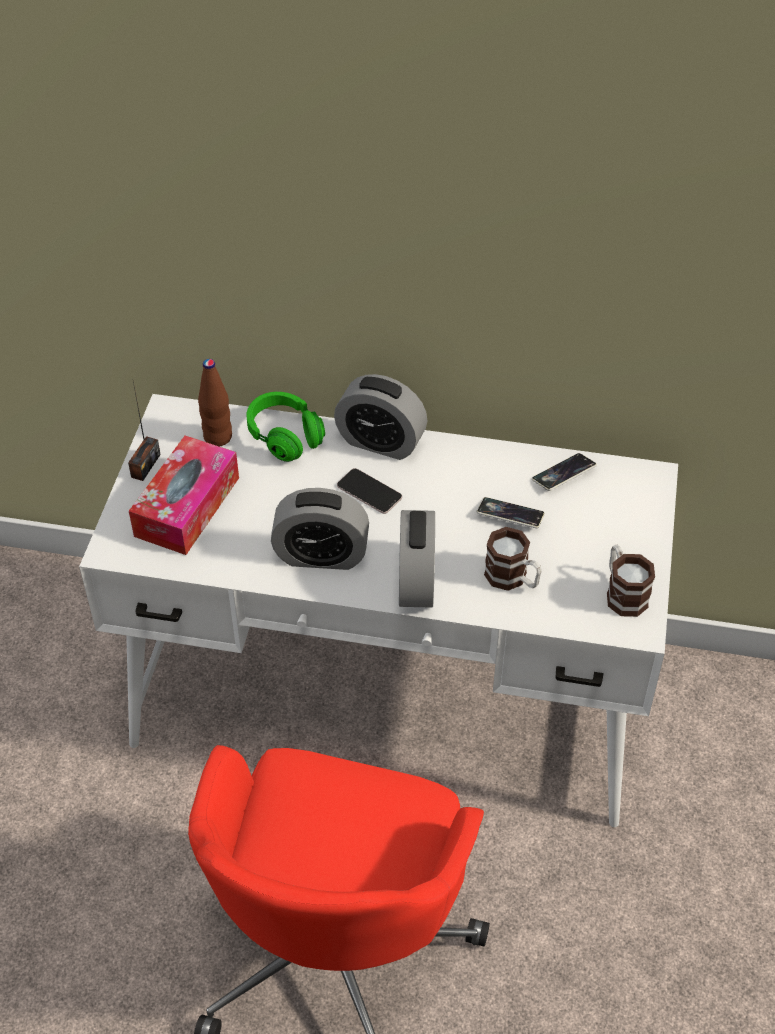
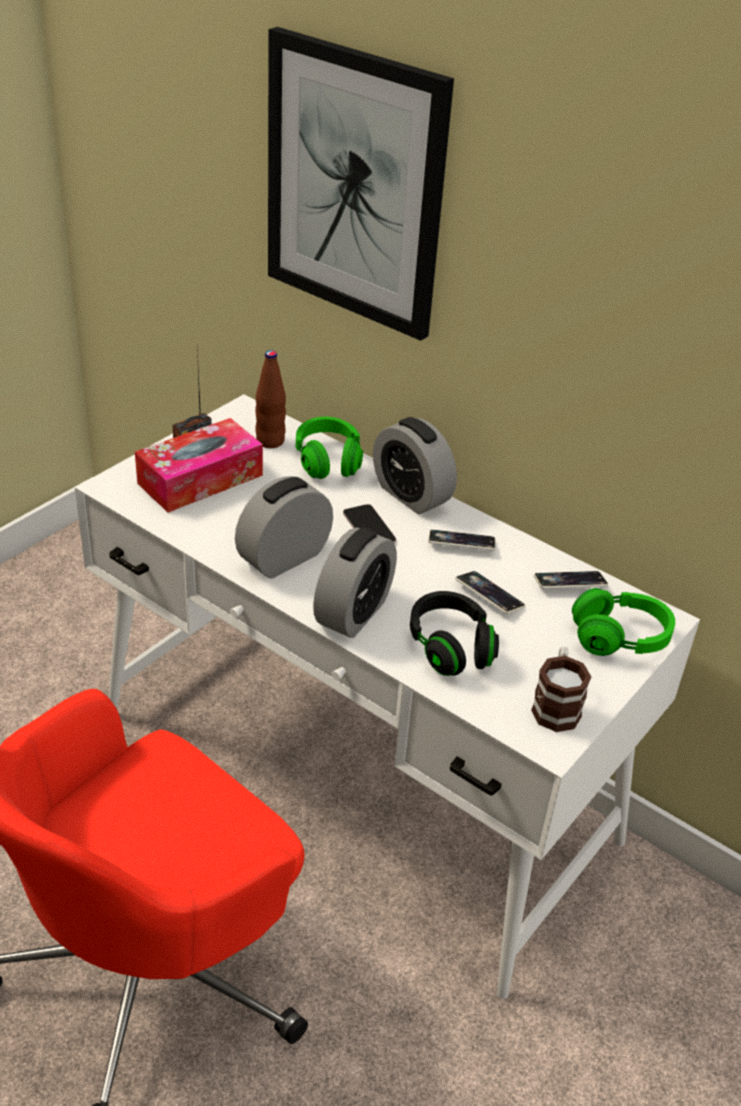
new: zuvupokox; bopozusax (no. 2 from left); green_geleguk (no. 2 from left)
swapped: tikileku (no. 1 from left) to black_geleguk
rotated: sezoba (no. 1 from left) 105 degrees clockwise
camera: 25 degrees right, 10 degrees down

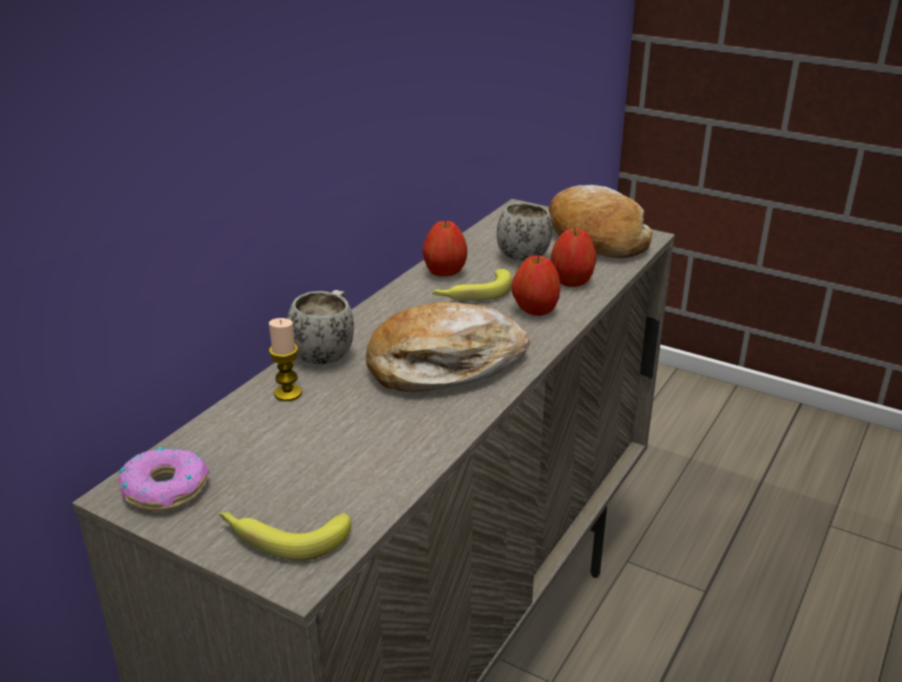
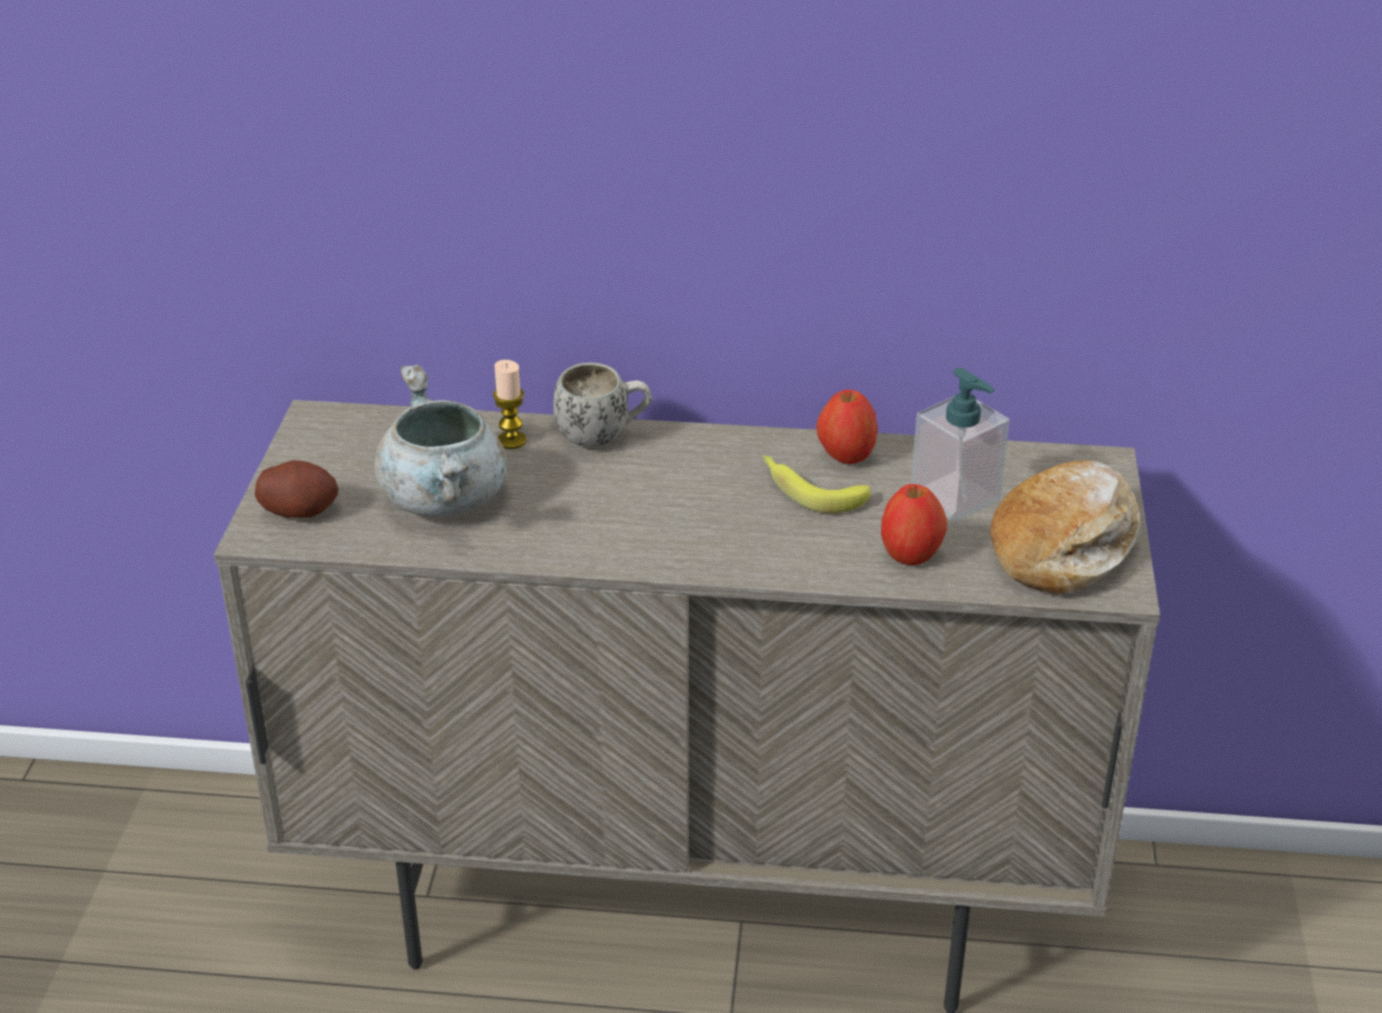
gone: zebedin; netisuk (no. 1 from left); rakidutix (no. 2 from left)
new: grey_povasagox
swapped: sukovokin (no. 1 from left) to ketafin; white_tikileku (no. 2 from left) to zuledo
camera: 65 degrees right, 5 degrees up

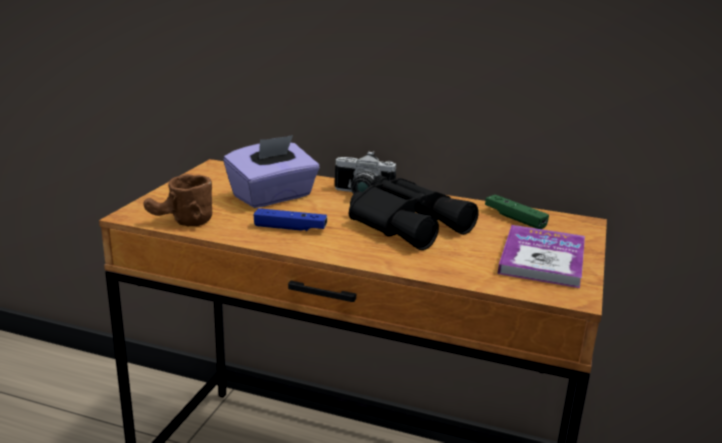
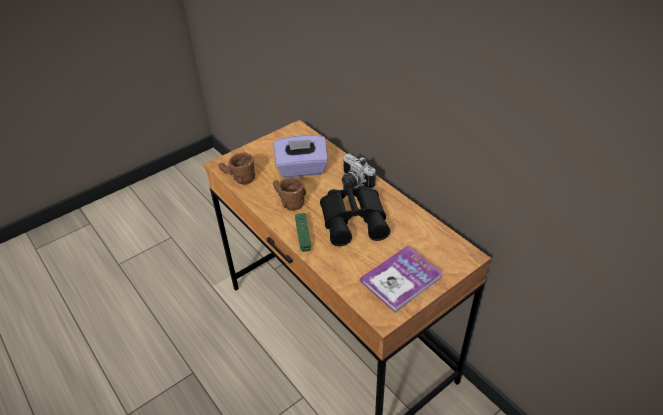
shifted: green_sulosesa
swapped: blue_sulosesa to brown_tikileku (no. 2 from left)
camera: 35 degrees right, 20 degrees up

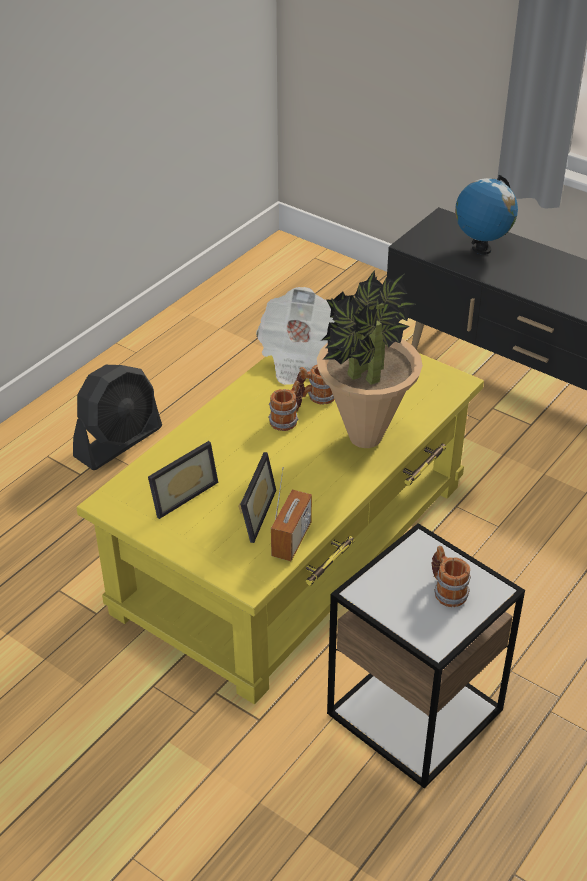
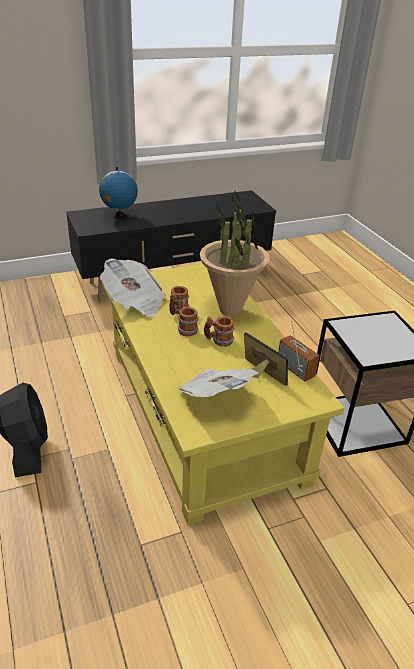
shifted: tikileku (no. 3 from left)
swapped: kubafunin (no. 1 from left) to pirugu (no. 2 from left)
camera: 60 degrees left, 5 degrees down

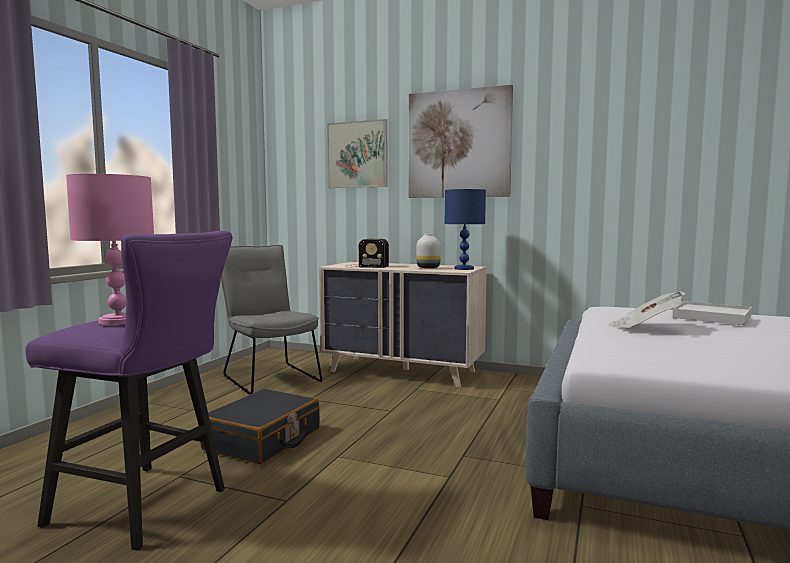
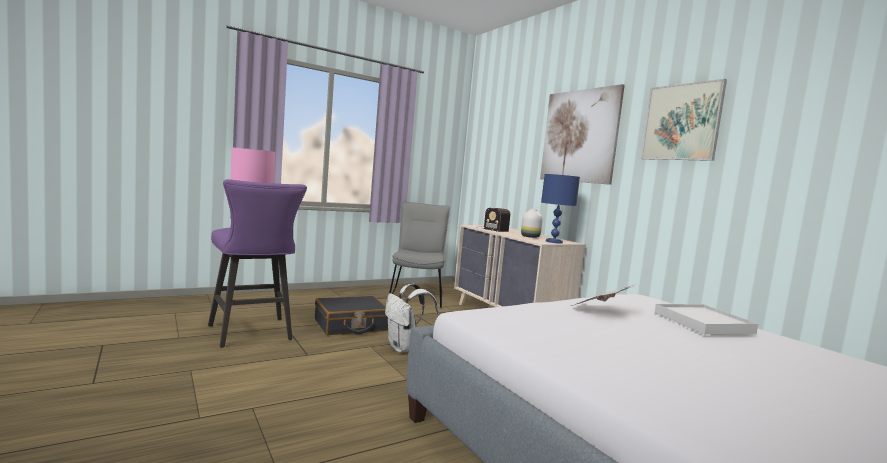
new: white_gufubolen
shifted: zuvupokox (no. 1 from left in the first image) to zuvupokox (no. 2 from left)
camera: 35 degrees right, 0 degrees up

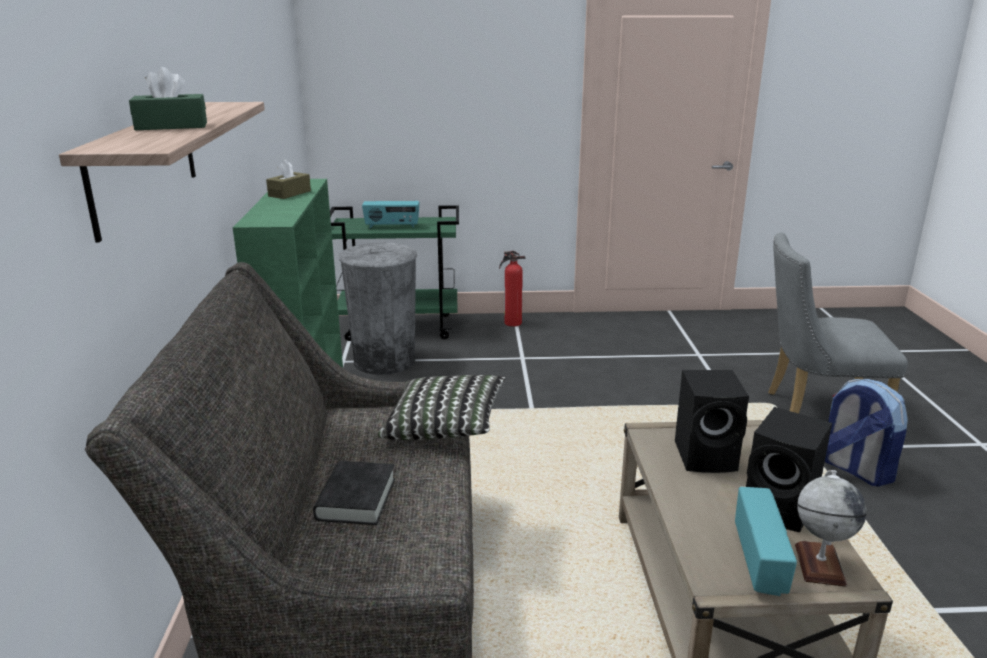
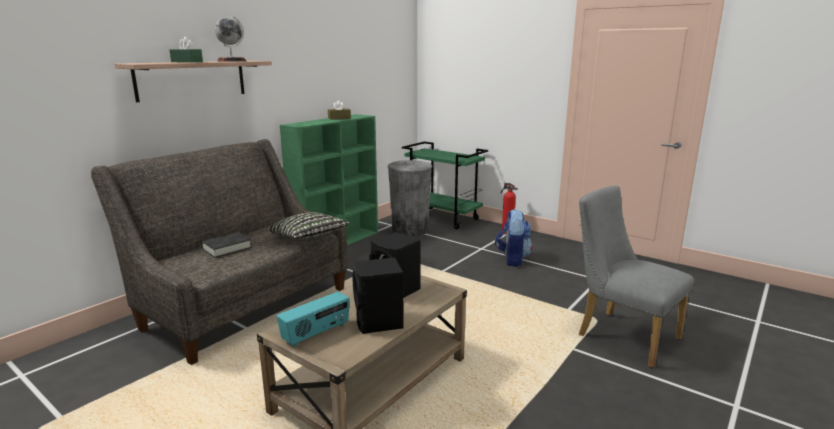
gone: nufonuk (no. 1 from left)
shifted: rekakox; gufubolen
camera: 40 degrees right, 5 degrees down

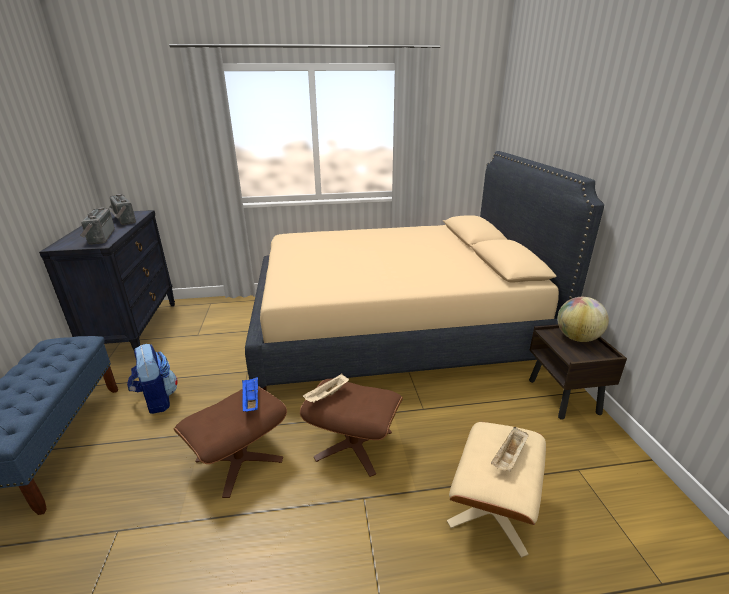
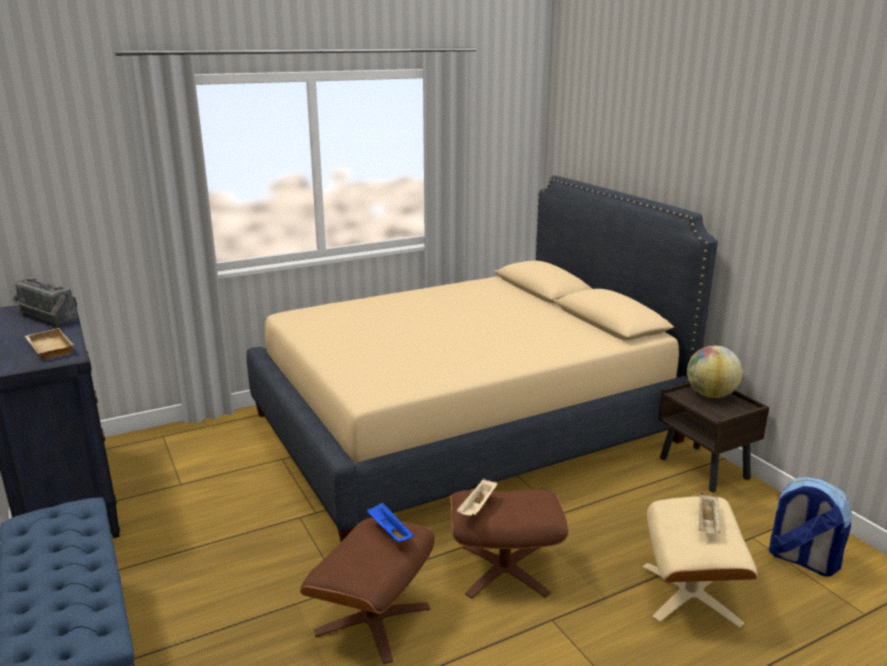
shifted: gufubolen
swapped: nufonuk (no. 1 from left) to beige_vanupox (no. 1 from left)
camera: 20 degrees left, 5 degrees down

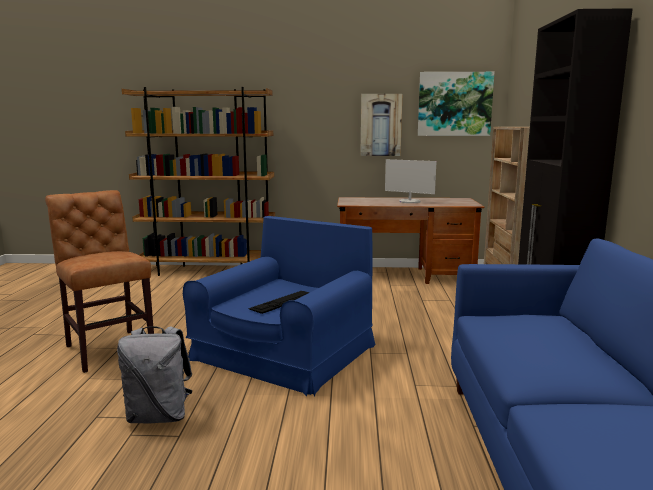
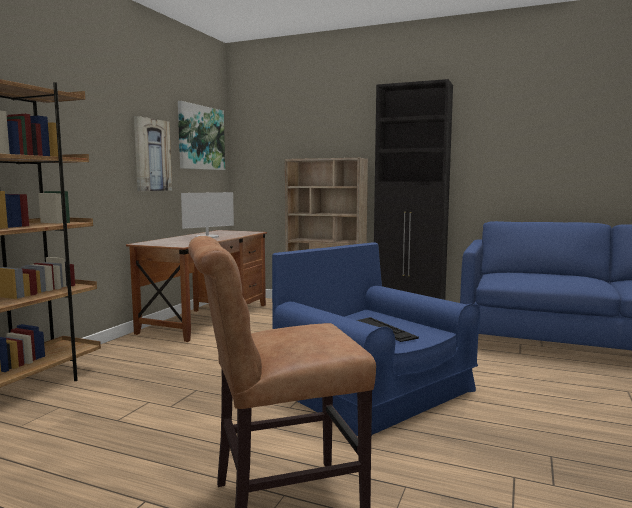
gone: grey_gufubolen
camera: 70 degrees left, 5 degrees down

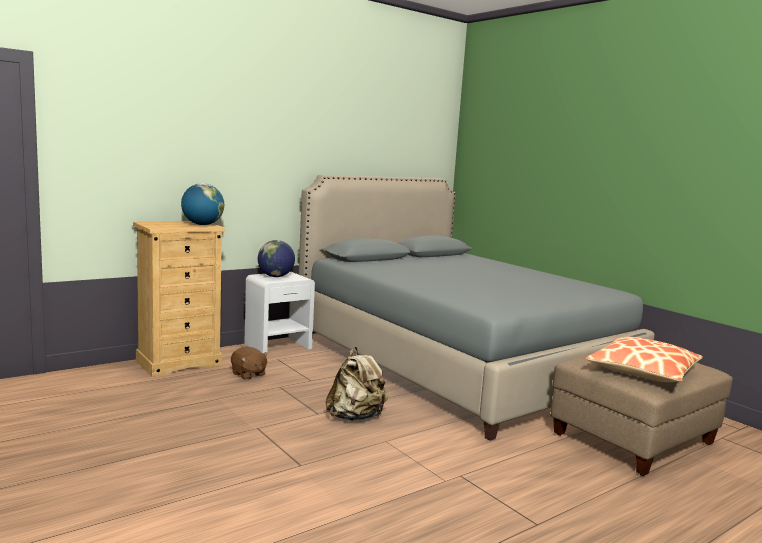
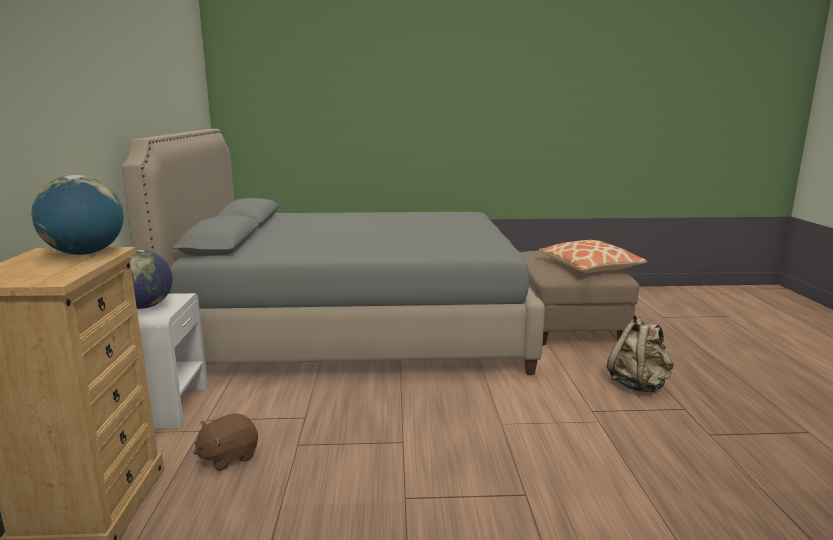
shifted: beige_gufubolen
rotated: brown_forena 150 degrees clockwise
camera: 55 degrees left, 5 degrees up

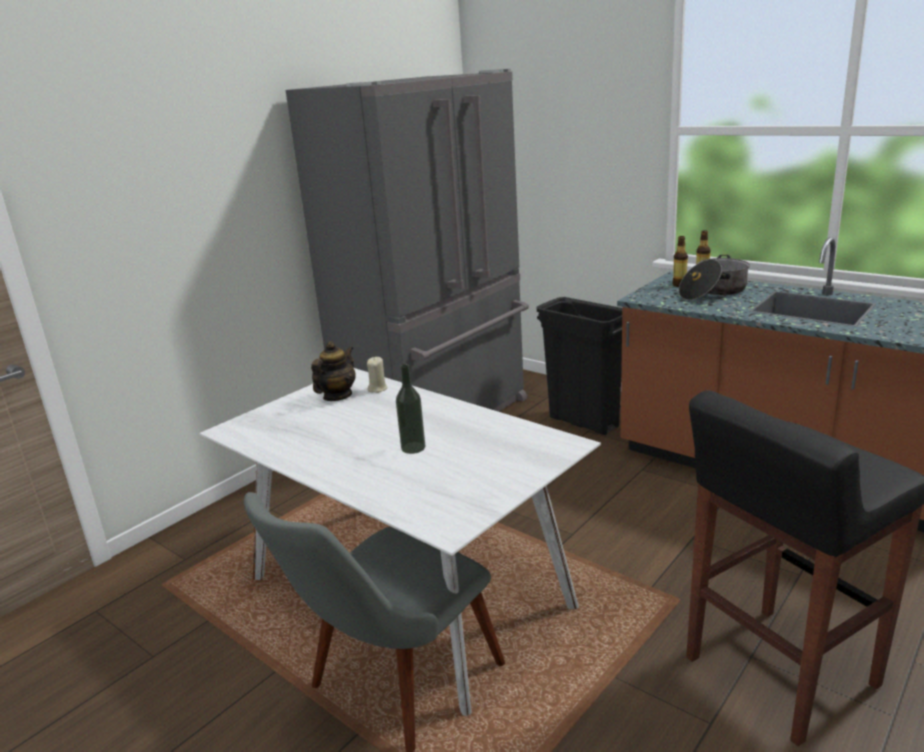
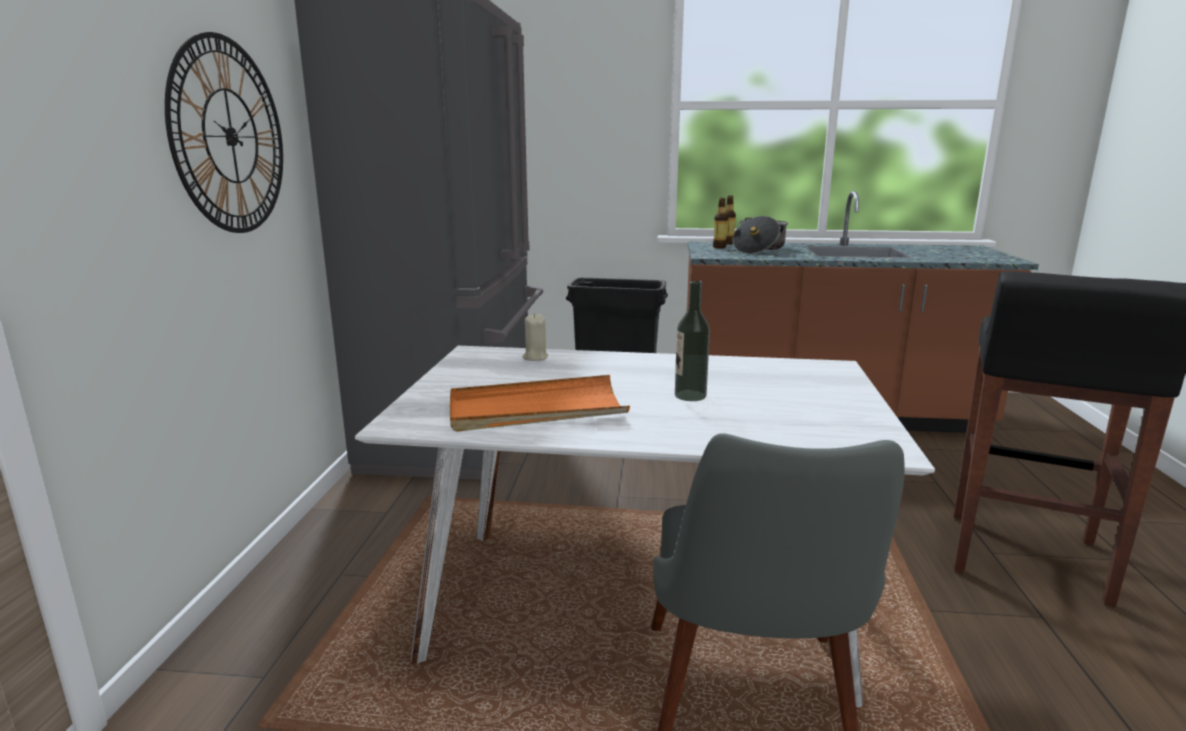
gone: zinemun
new: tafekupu; orange_vanupox
camera: 35 degrees left, 5 degrees down

